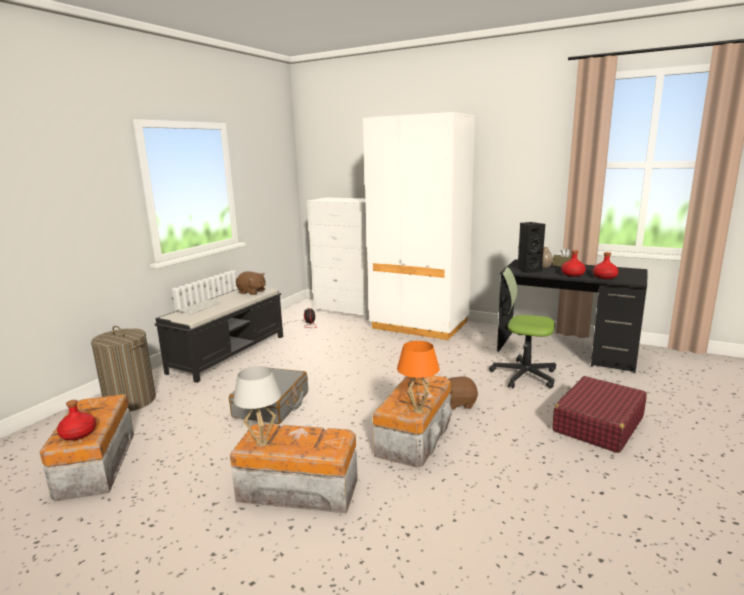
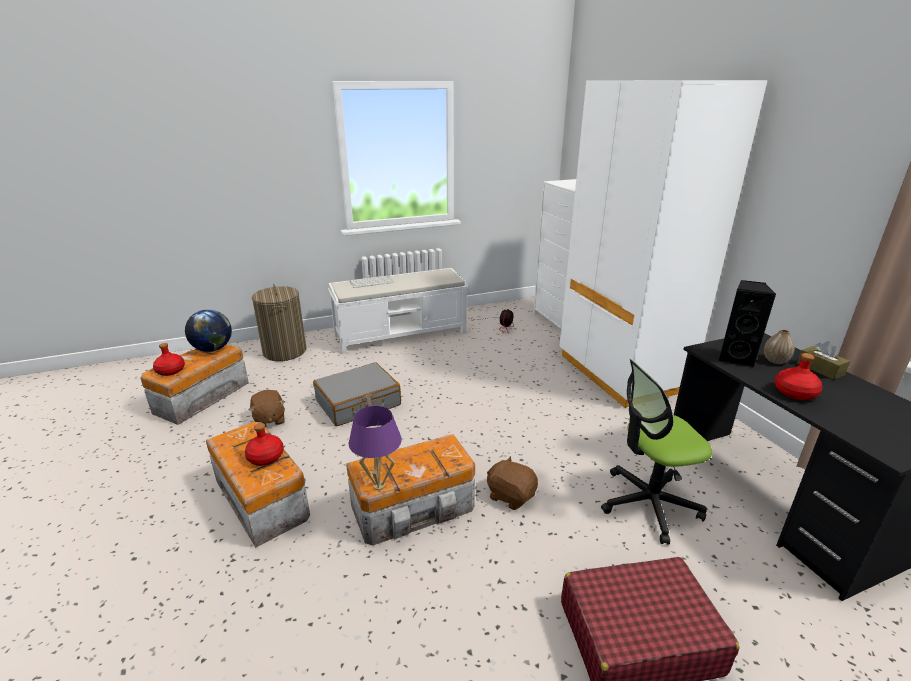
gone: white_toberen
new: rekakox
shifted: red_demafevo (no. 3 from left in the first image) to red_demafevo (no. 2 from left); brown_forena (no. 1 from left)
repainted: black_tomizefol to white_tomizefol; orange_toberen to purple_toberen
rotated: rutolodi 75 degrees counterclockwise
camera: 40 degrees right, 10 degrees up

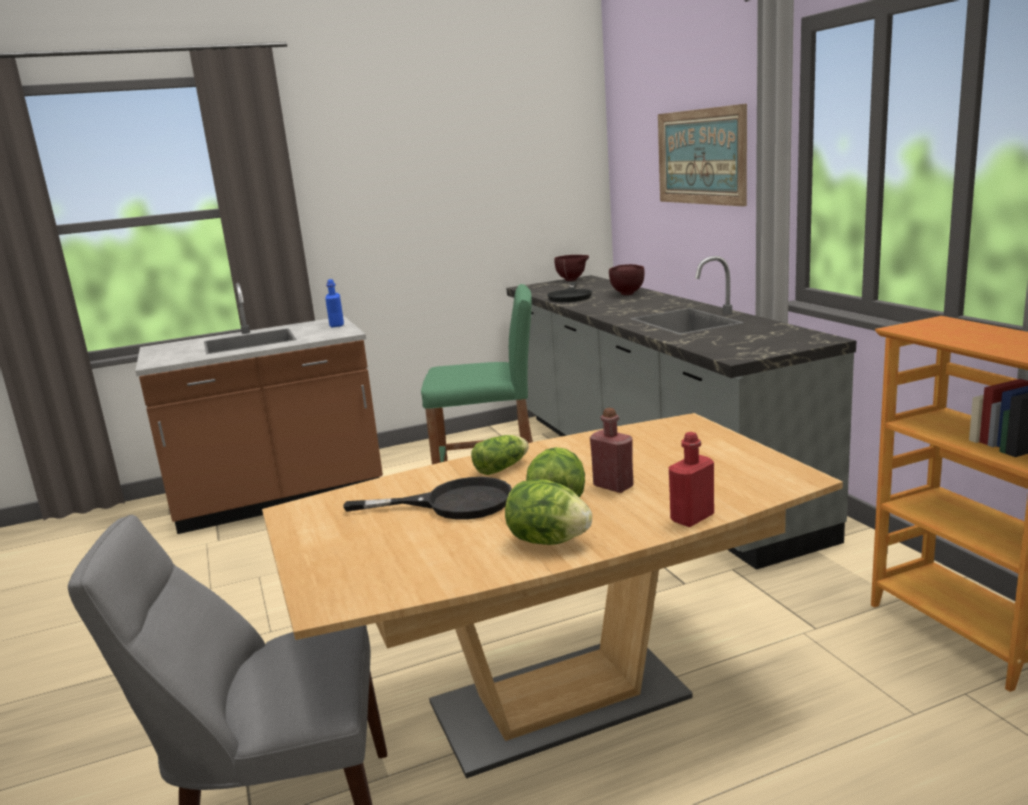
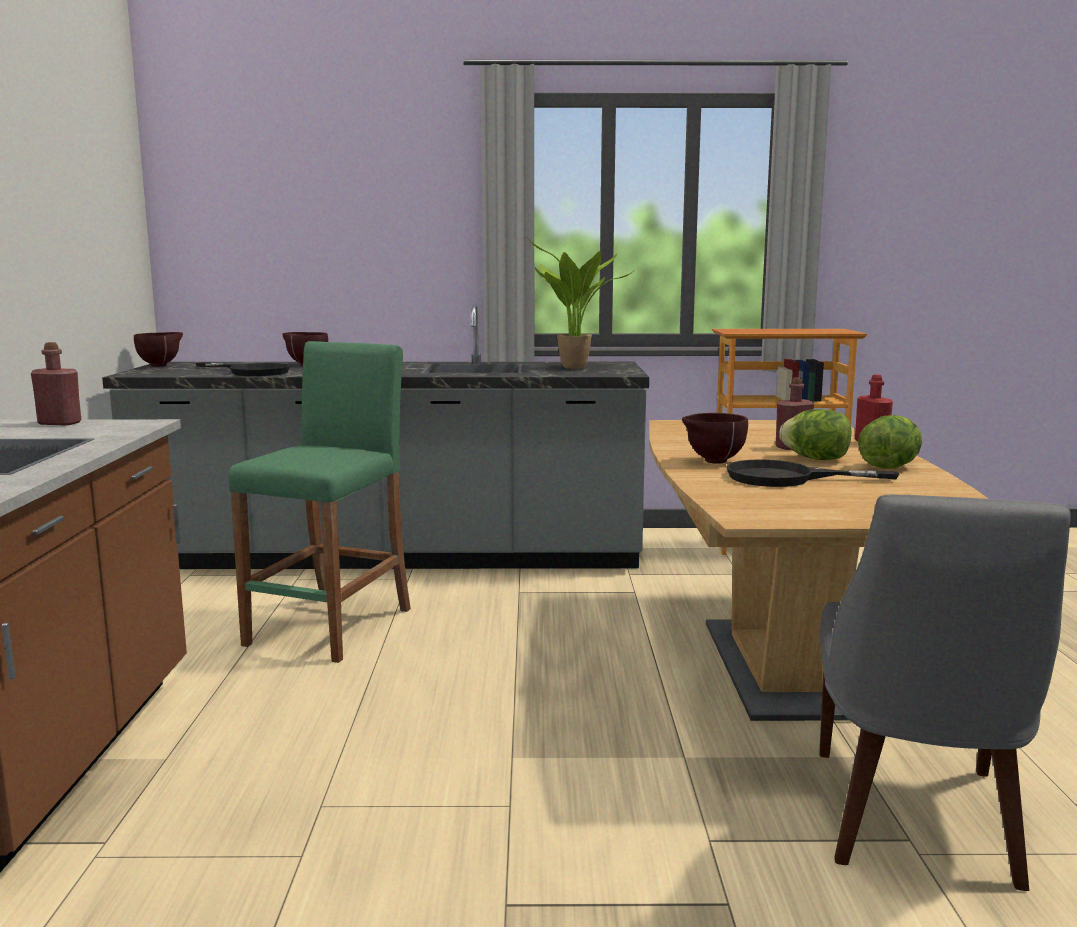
gone: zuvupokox
new: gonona
swapped: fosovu (no. 1 from left) to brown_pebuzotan (no. 3 from left)
repainted: blue_demafevo to red_demafevo (no. 1 from left)
rotated: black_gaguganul (no. 1 from left in the first image) 105 degrees counterclockwise
camera: 70 degrees left, 5 degrees down

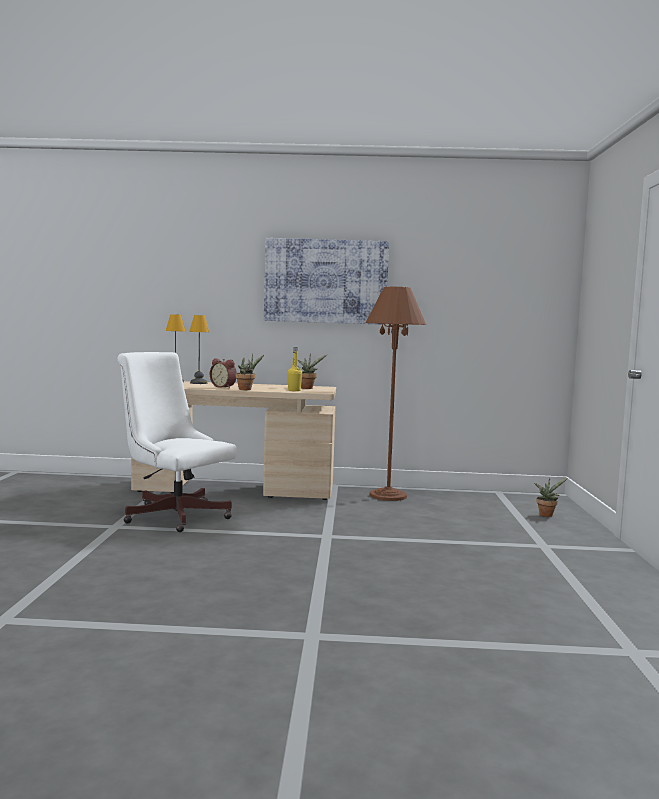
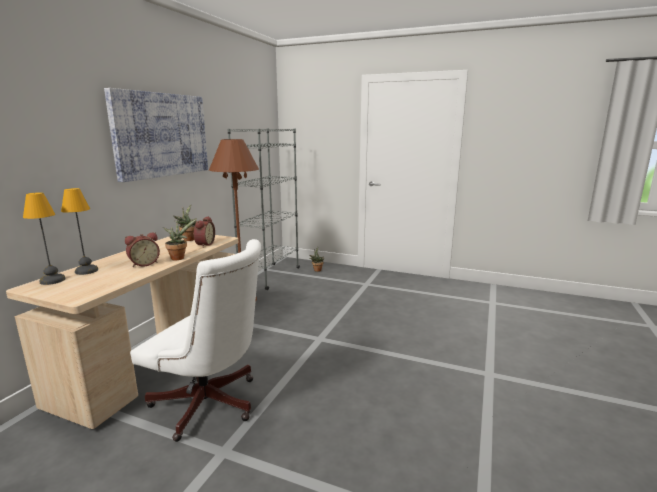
new: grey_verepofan
swapped: yellow_demafevo to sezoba (no. 2 from left)
rotated: white_rutolodi 120 degrees counterclockwise
camera: 70 degrees left, 10 degrees up

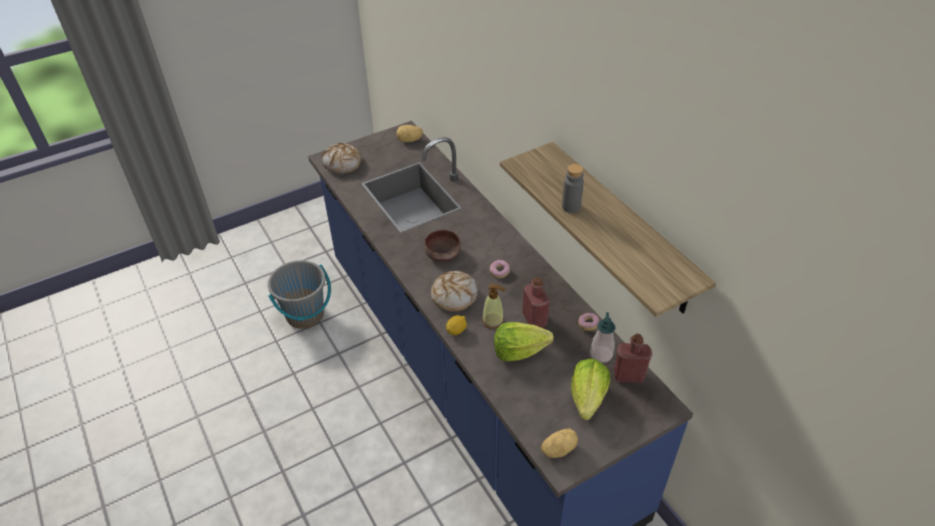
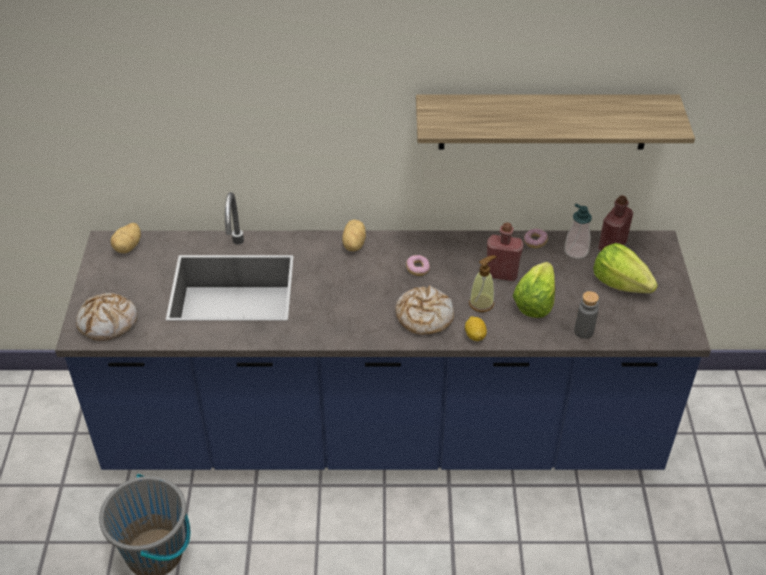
gone: brown_pebuzotan
shifted: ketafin (no. 2 from left); grey_demafevo
camera: 60 degrees left, 0 degrees up

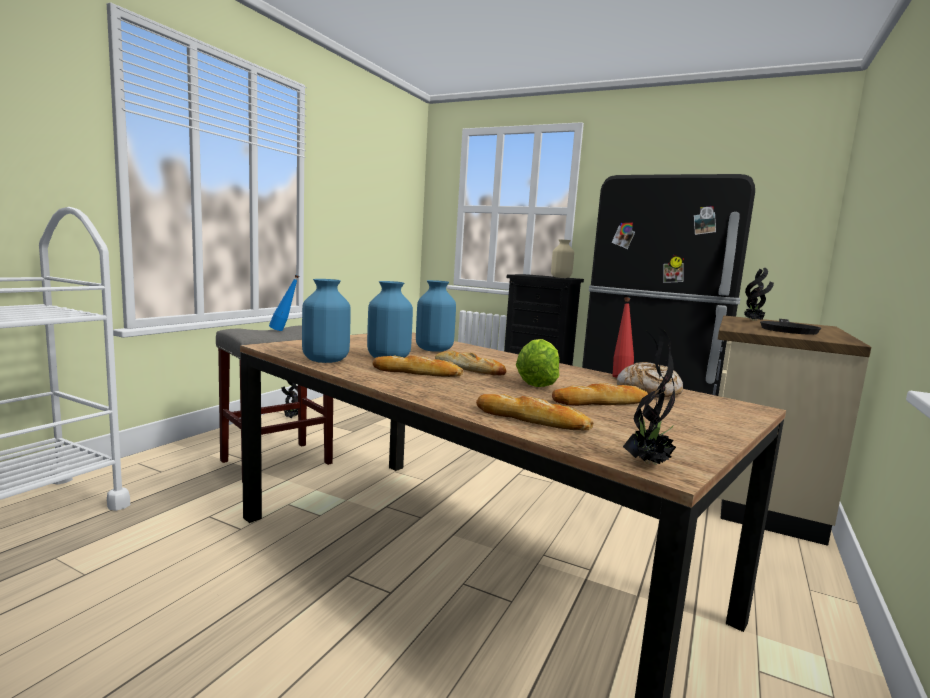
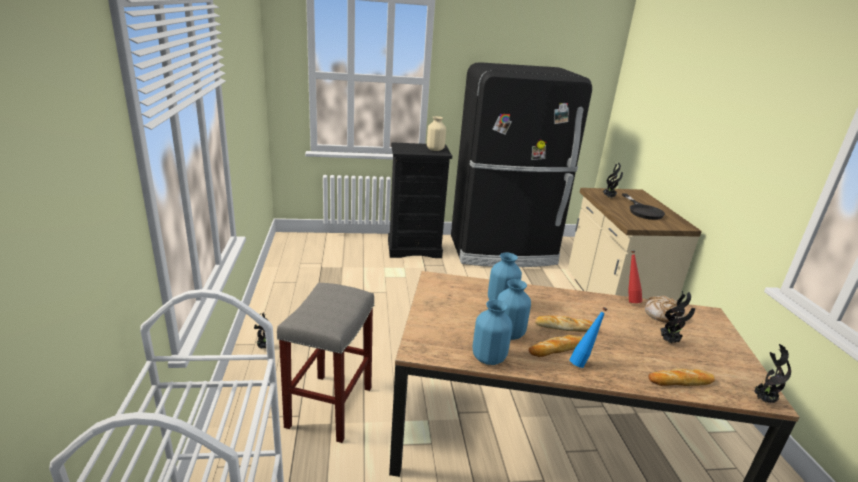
gone: fosovu
shifted: blue_demafevo
swapped: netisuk (no. 4 from left) to gonona (no. 3 from left)
camera: 35 degrees left, 15 degrees up

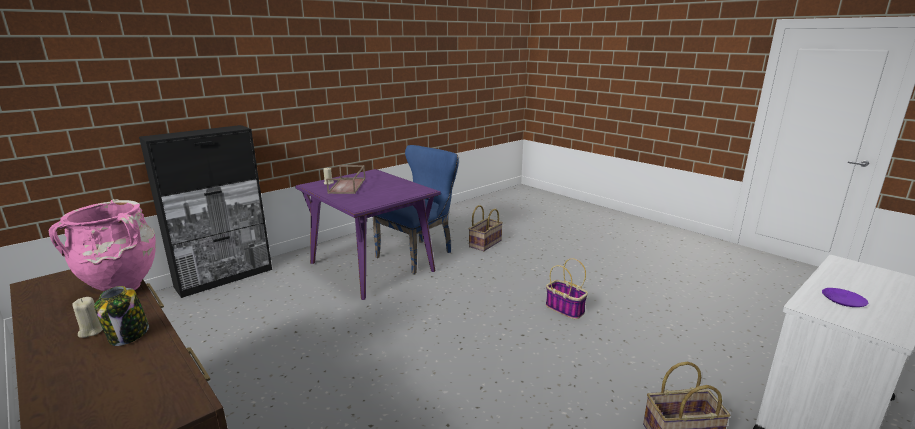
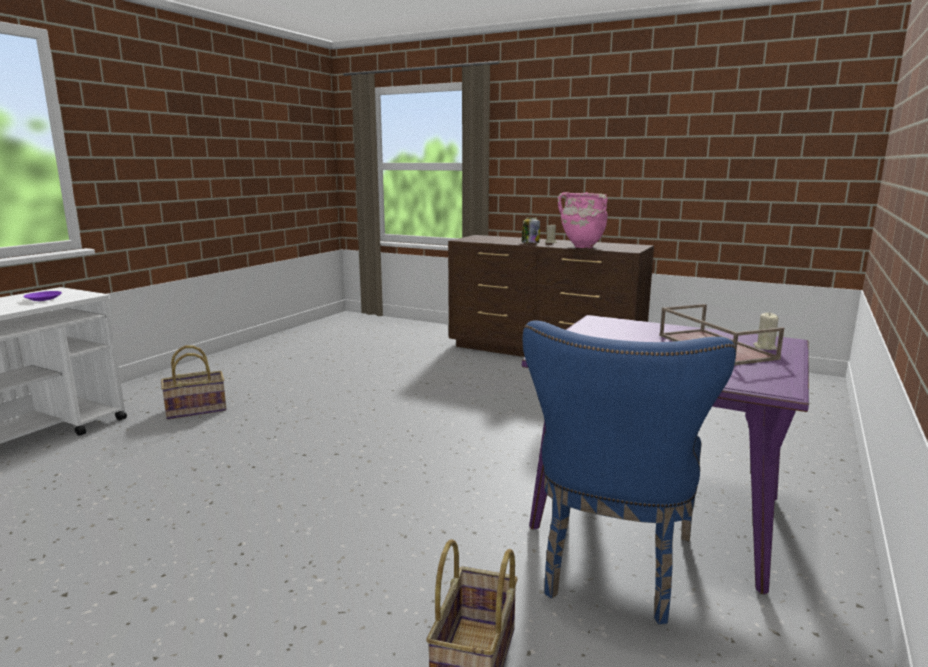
gone: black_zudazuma; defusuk (no. 2 from left)
camera: 160 degrees right, 5 degrees down

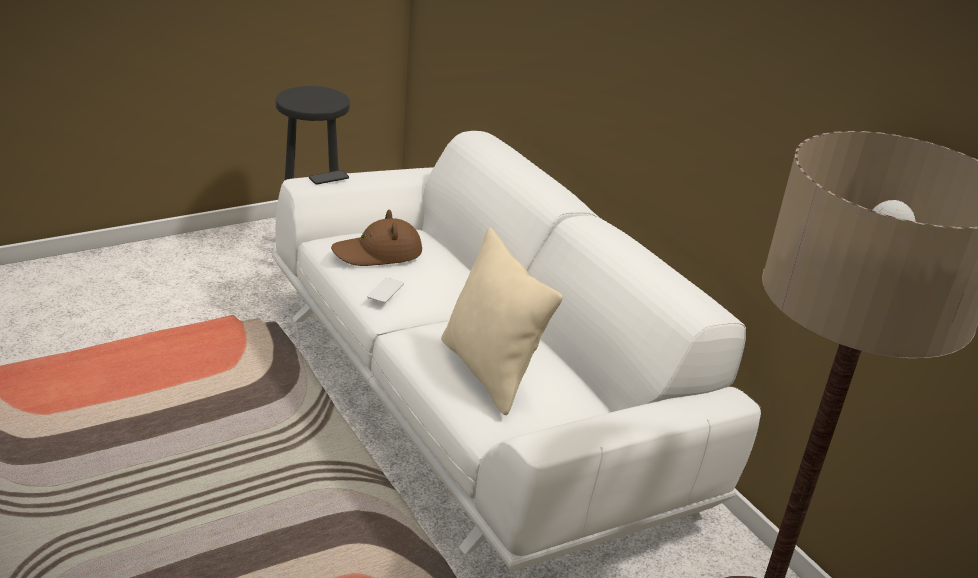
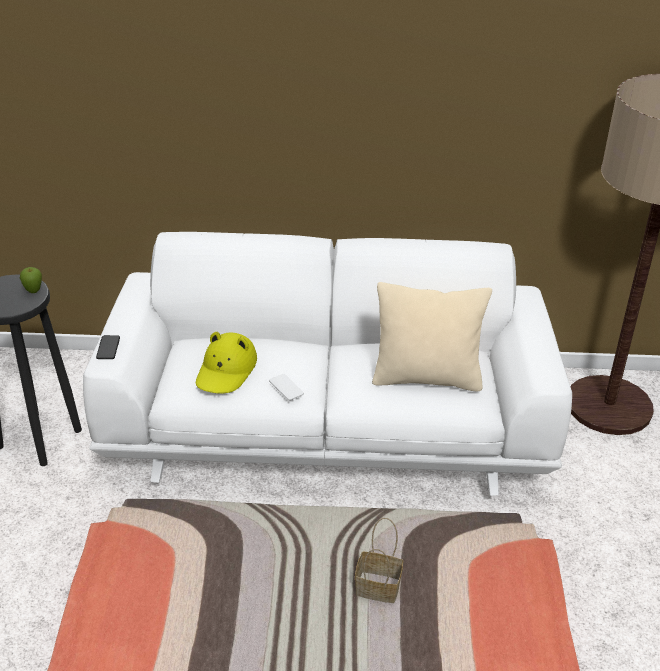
new: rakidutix; defusuk
repainted: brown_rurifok to yellow_rurifok
camera: 55 degrees left, 5 degrees up

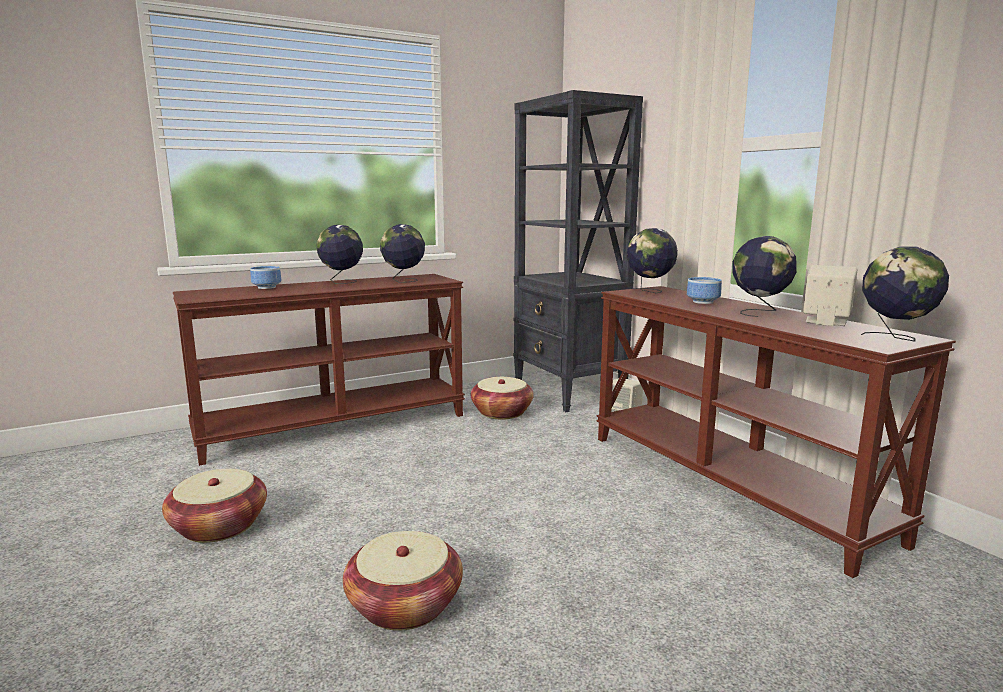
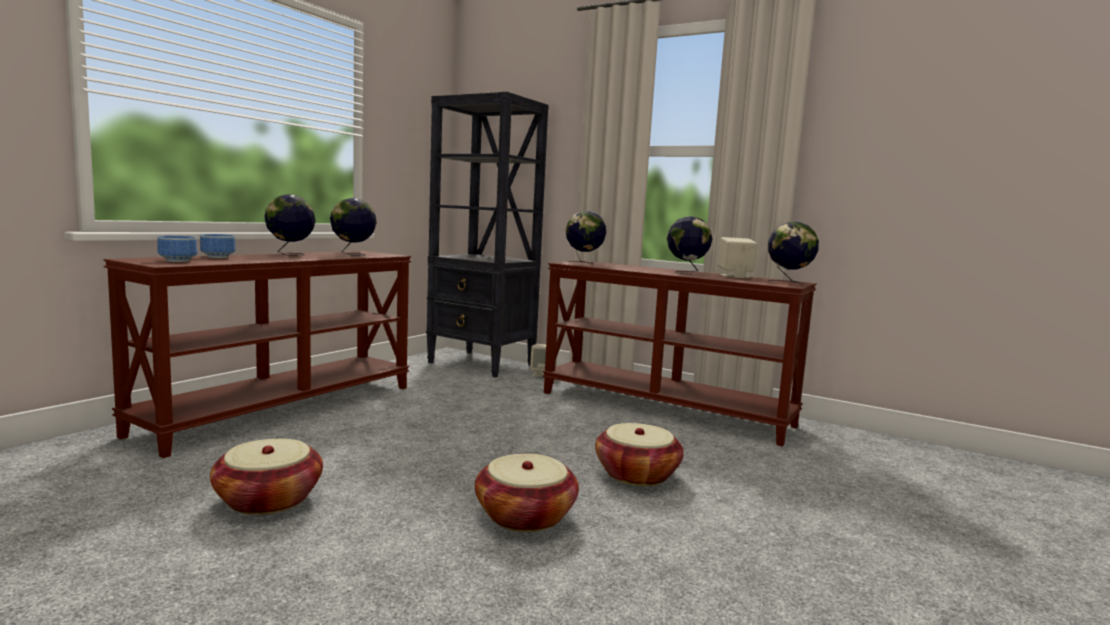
shifted: pebuzotan (no. 2 from left in the first image) to pebuzotan (no. 1 from left); defusuk (no. 3 from left)
camera: 30 degrees left, 5 degrees down

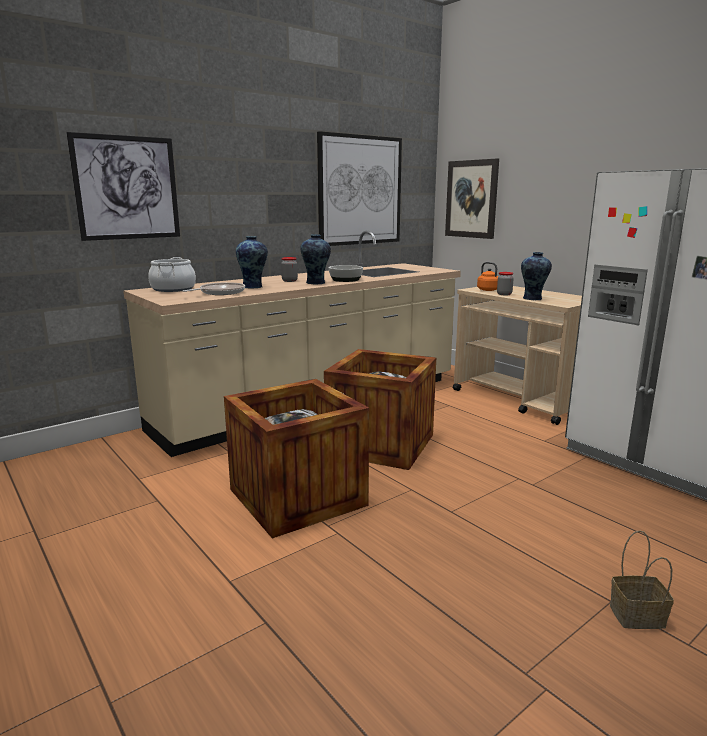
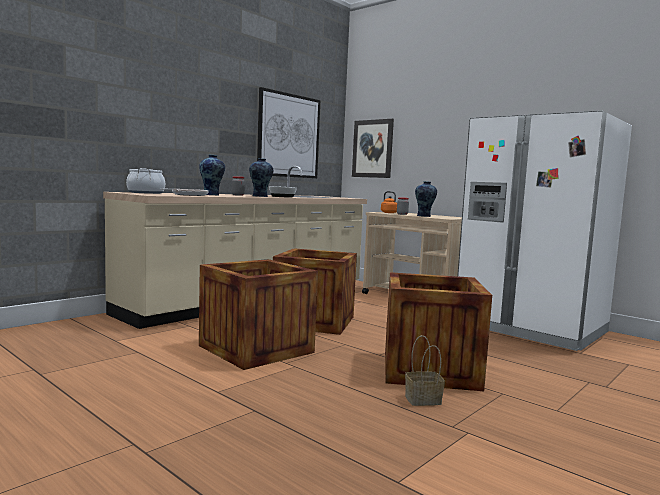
gone: zuvupokox (no. 1 from left)
new: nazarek (no. 3 from left)
shifted: defusuk
camera: 10 degrees left, 10 degrees down

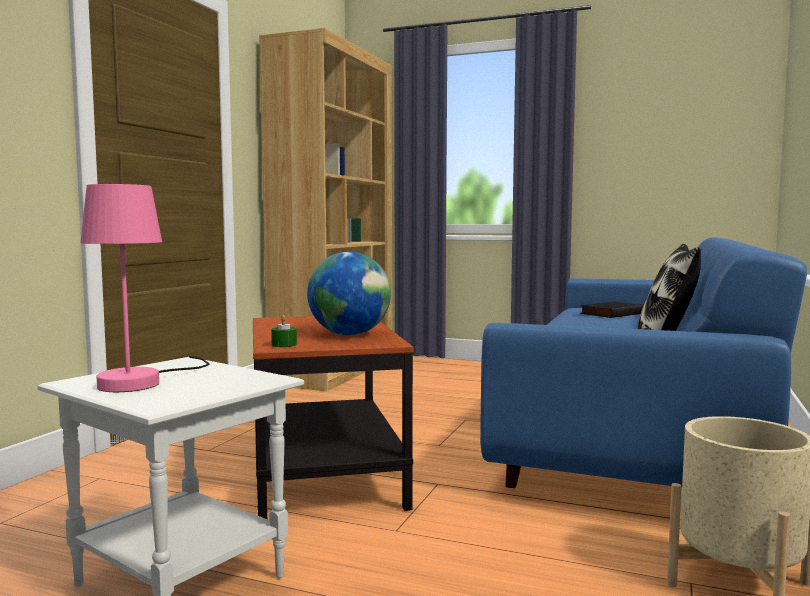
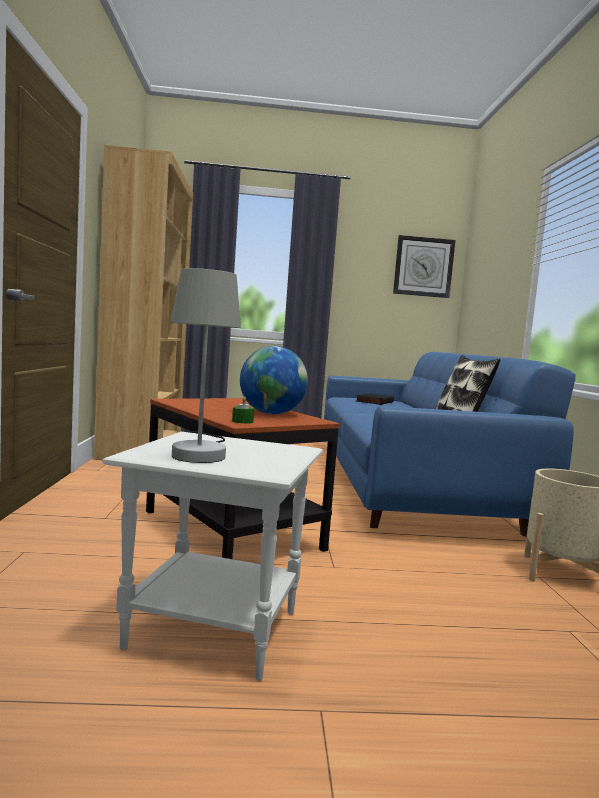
new: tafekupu
repainted: pink_toberen to grey_toberen
camera: 25 degrees left, 0 degrees up

